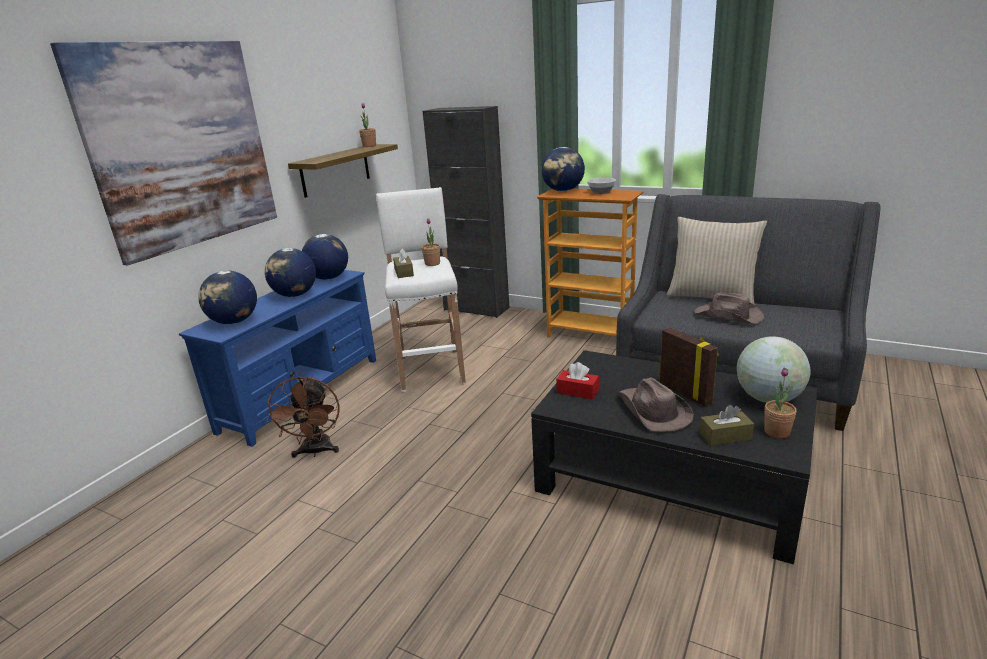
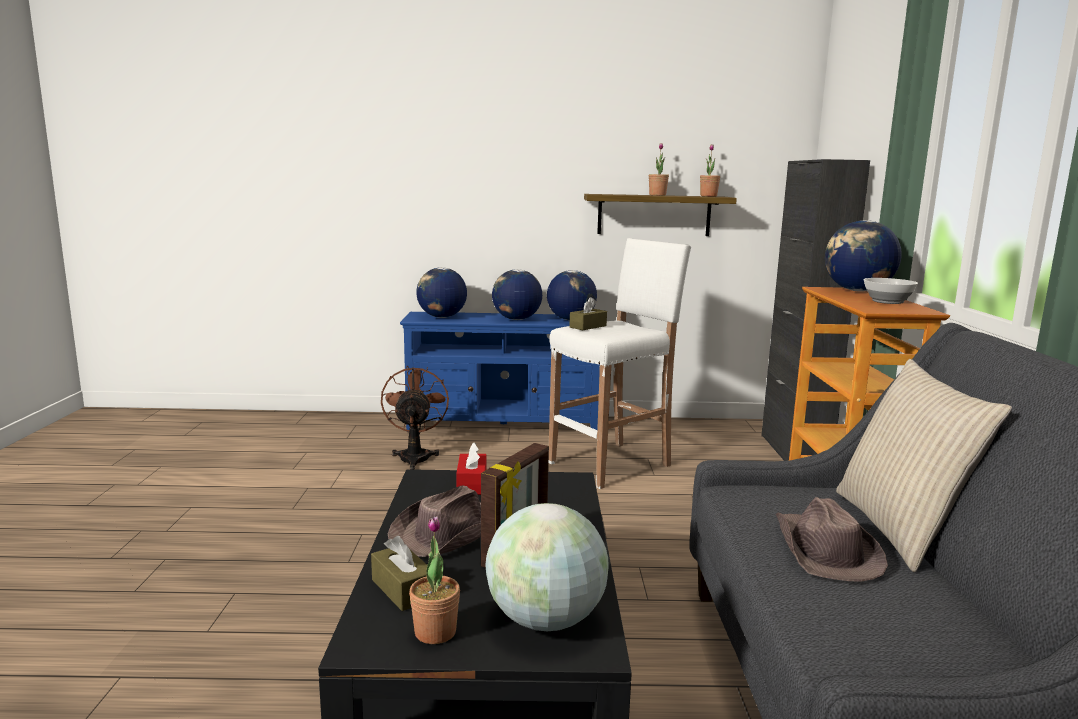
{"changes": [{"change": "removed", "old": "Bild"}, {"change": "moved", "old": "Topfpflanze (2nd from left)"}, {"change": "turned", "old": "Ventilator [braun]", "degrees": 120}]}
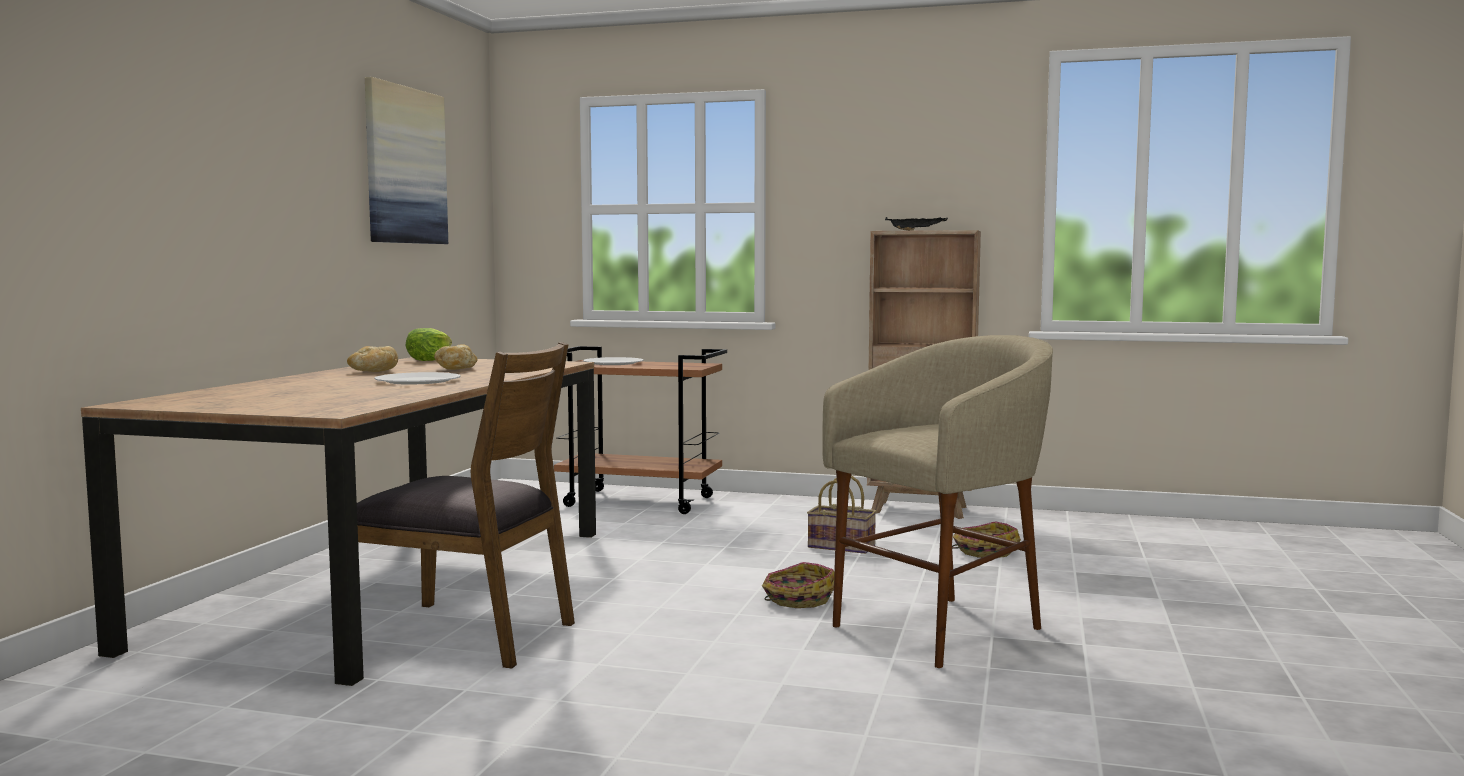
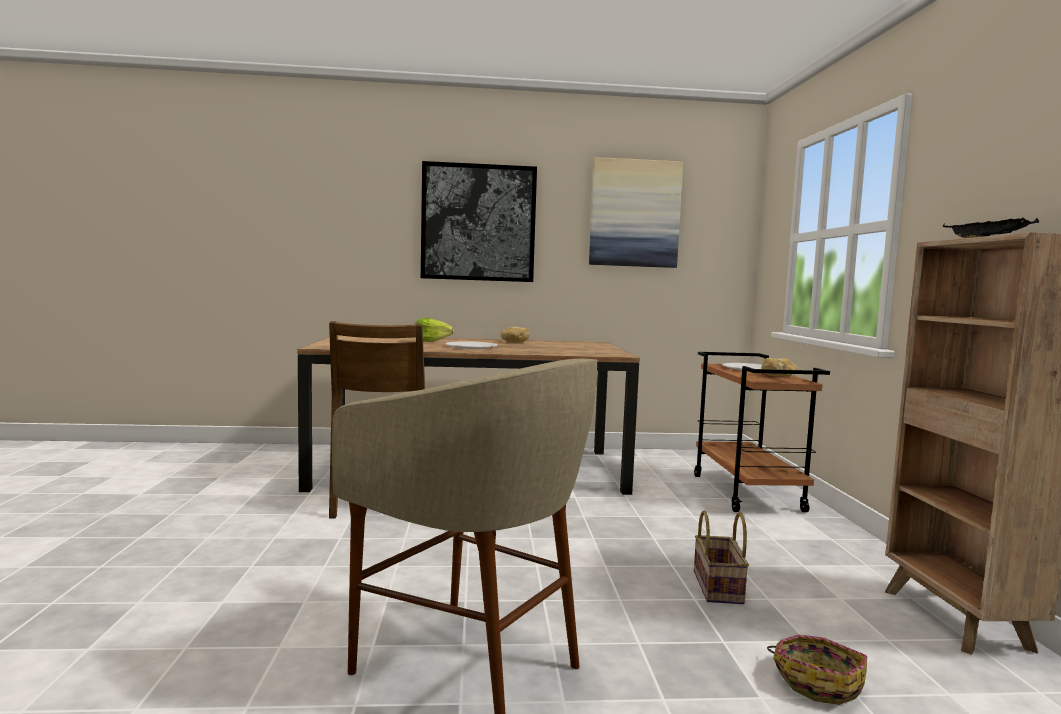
{"changes": [{"change": "moved", "old": "Salatkopf"}, {"change": "moved", "old": "Brot (2nd from left)"}, {"change": "removed", "old": "Korb (1st from left)"}, {"change": "added", "new": "Bild (1st from left)"}]}
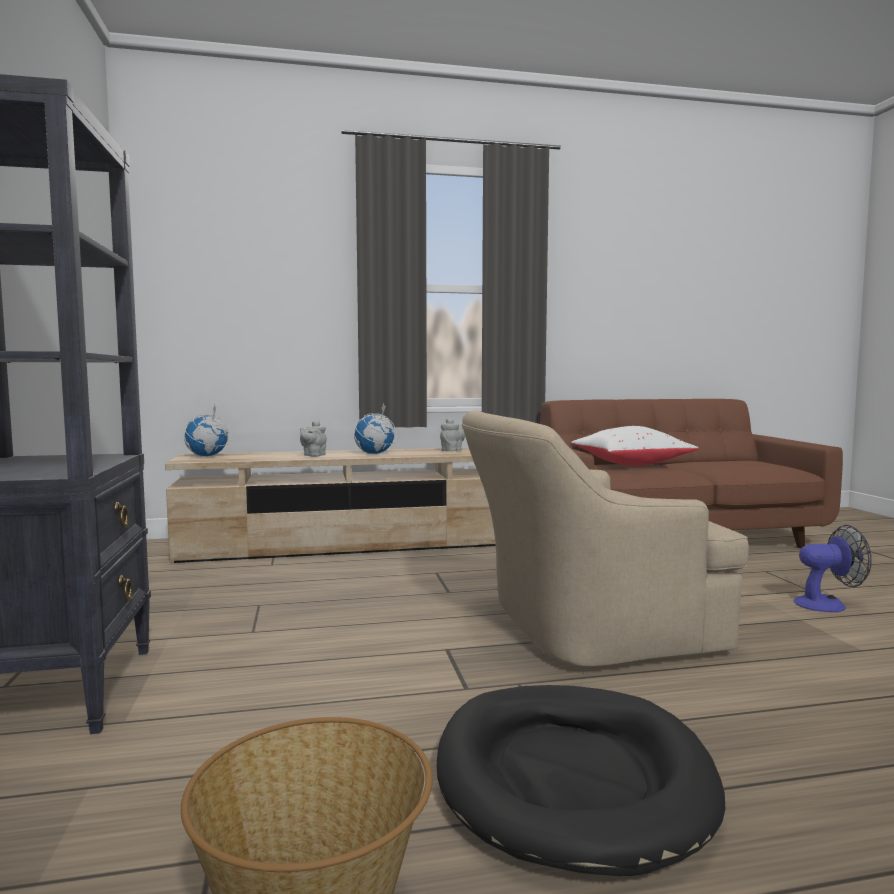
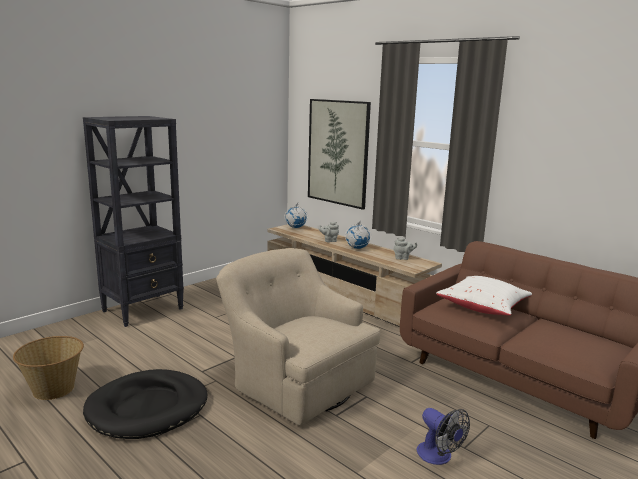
{"changes": [{"change": "added", "new": "Bild"}]}
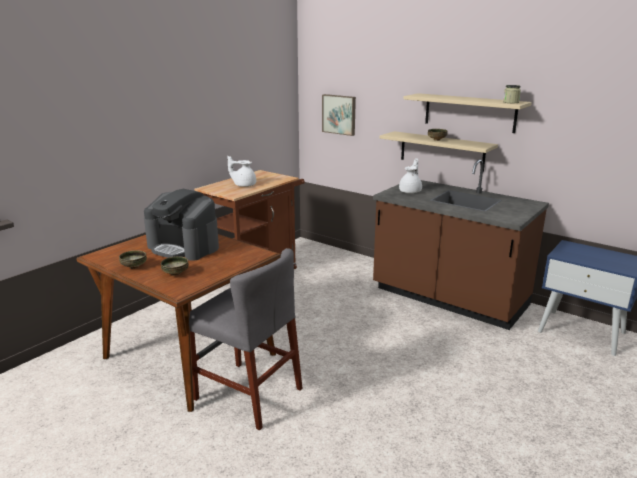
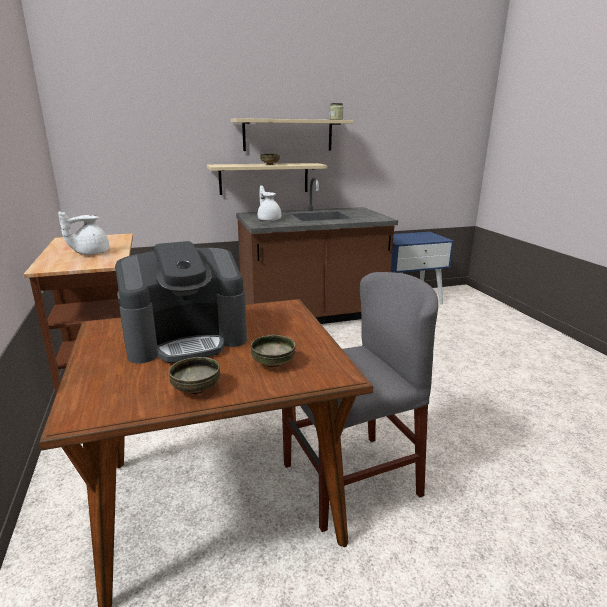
{"changes": [{"change": "removed", "old": "Bild"}]}
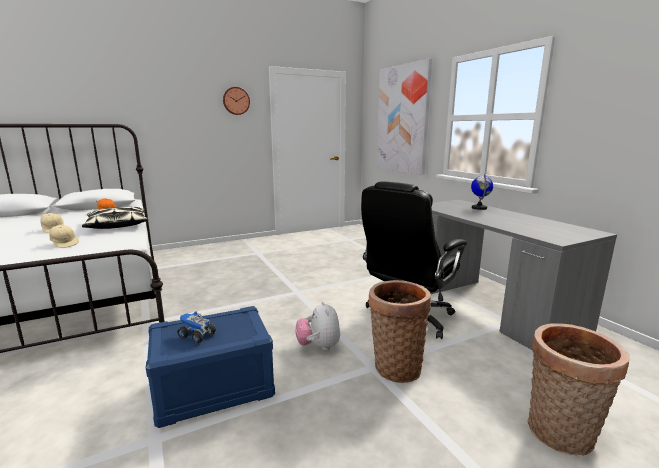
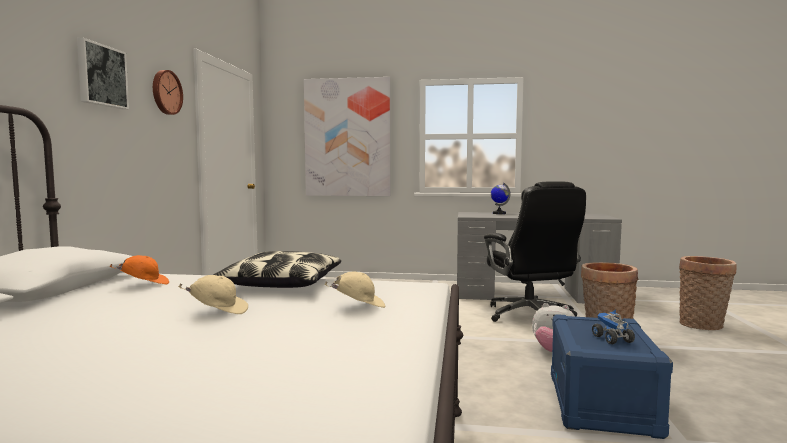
{"changes": [{"change": "turned", "old": "Spielzeuglaster", "degrees": 105}, {"change": "added", "new": "Bild (1st from left)"}]}
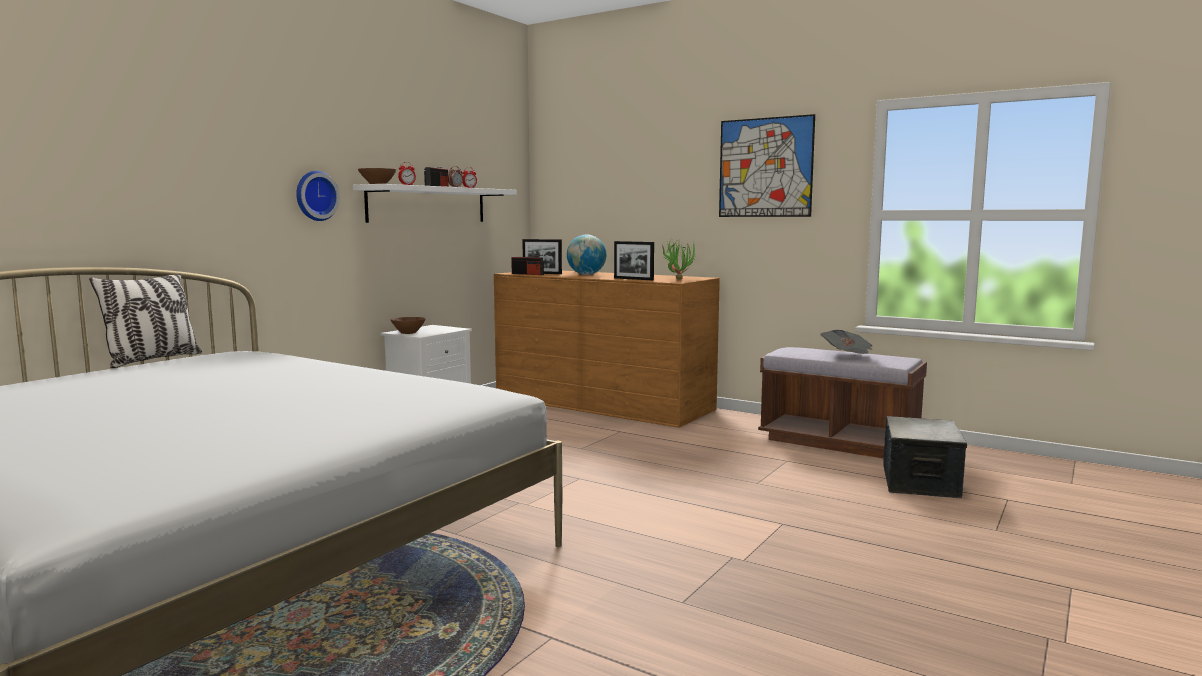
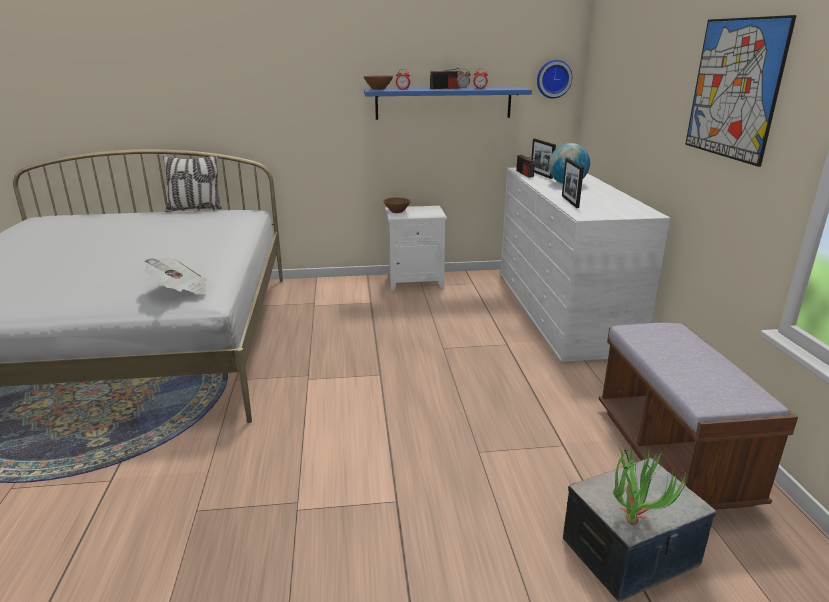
{"changes": [{"change": "moved", "old": "Wanduhr"}, {"change": "recoloured", "old": "Wandregal [weiß]", "new": "Wandregal [blau]"}, {"change": "moved", "old": "Topfpflanze"}, {"change": "recoloured", "old": "Kommode [braun]", "new": "Kommode [weiß]"}, {"change": "moved", "old": "Zeitung"}]}
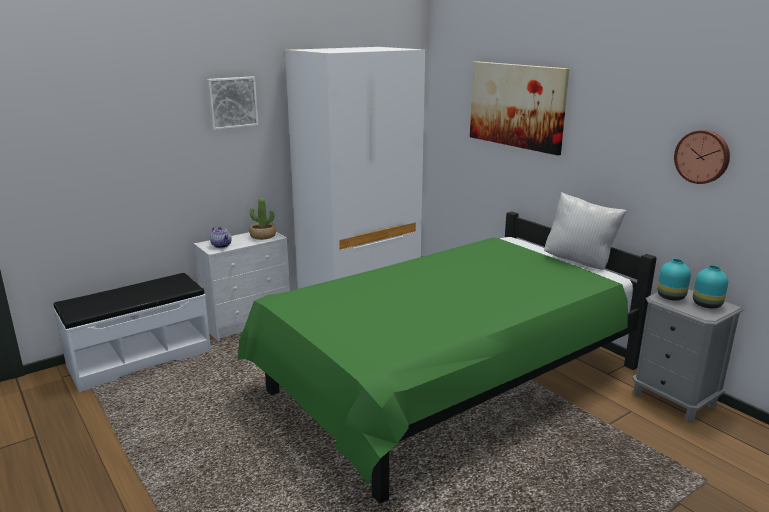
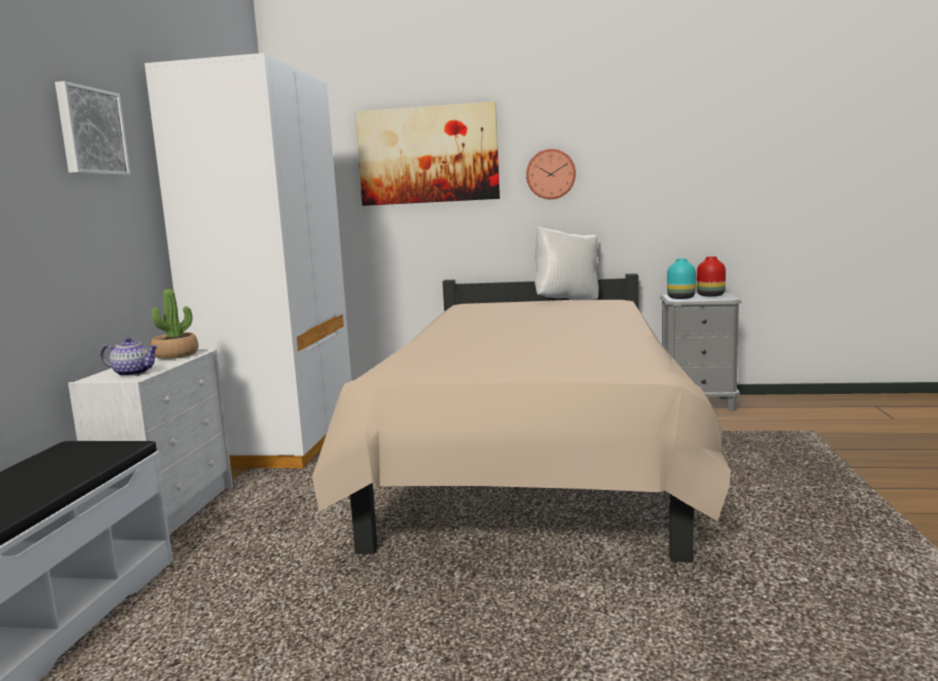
{"changes": [{"change": "moved", "old": "Wanduhr"}, {"change": "recoloured", "old": "Bett [grün]", "new": "Bett [beige]"}, {"change": "recoloured", "old": "Vase [türkis] (2nd from left)", "new": "Vase [rot]"}]}
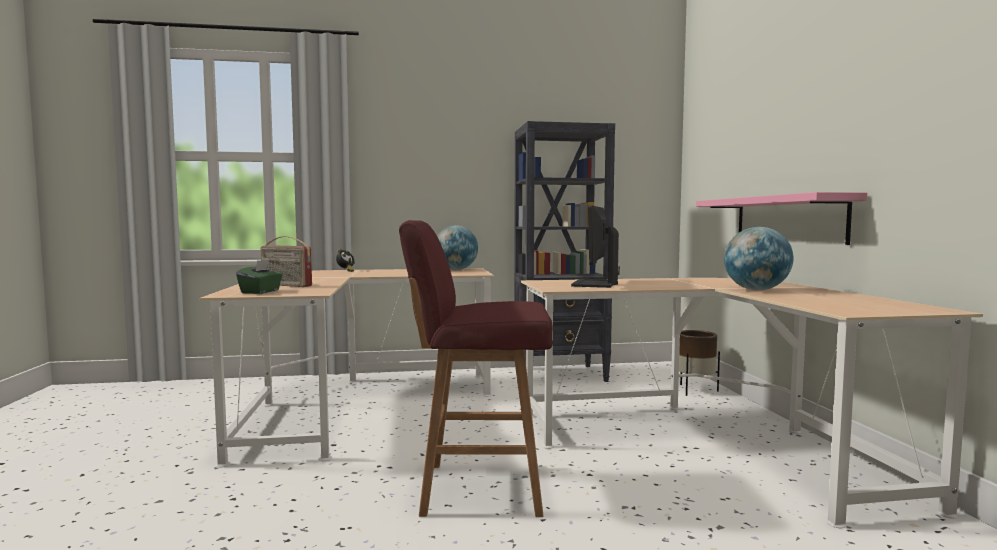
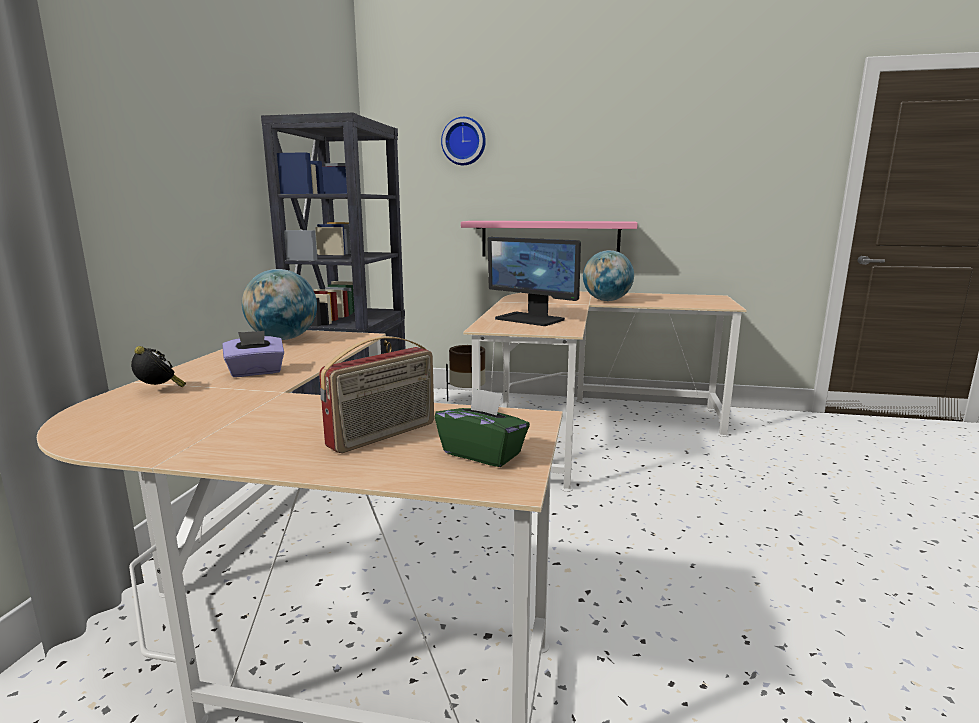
{"changes": [{"change": "removed", "old": "Hocker [rot]"}, {"change": "added", "new": "Wanduhr"}, {"change": "added", "new": "Taschentuchbox [lila]"}]}
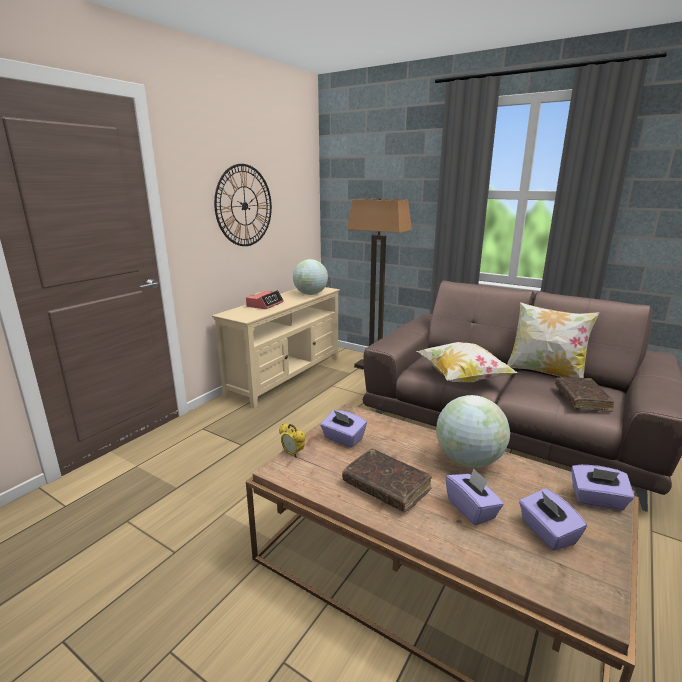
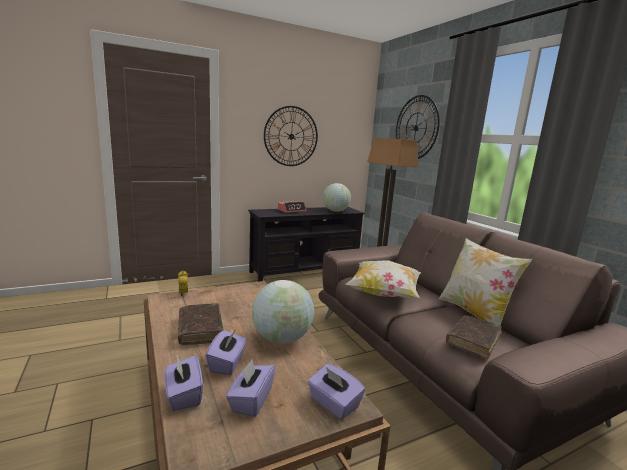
{"changes": [{"change": "recoloured", "old": "Fernsehschrank [beige]", "new": "Fernsehschrank [schwarz]"}, {"change": "moved", "old": "Taschentuchbox [lila] (1st from left)"}, {"change": "added", "new": "Wanduhr (2nd from left)"}]}
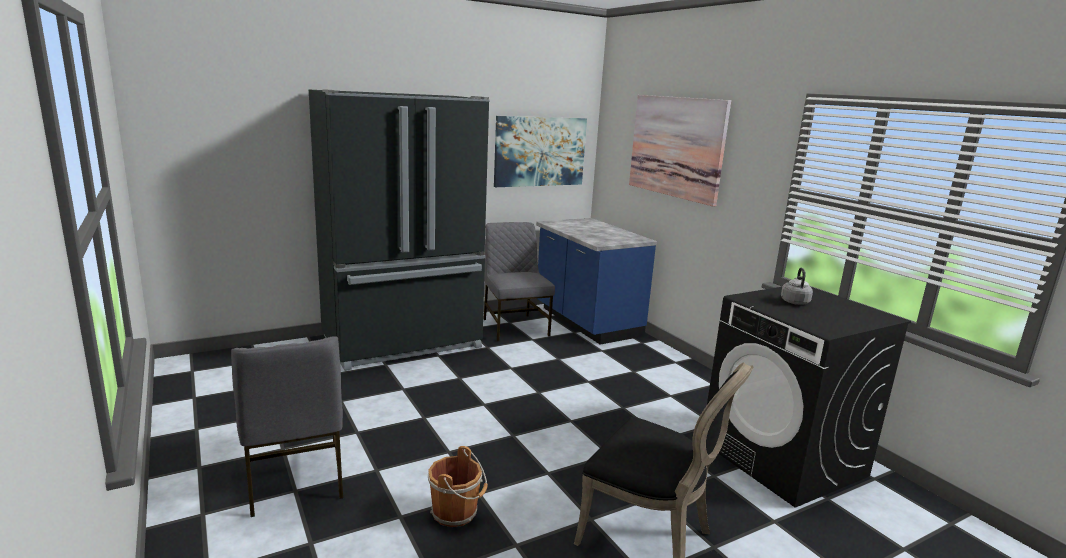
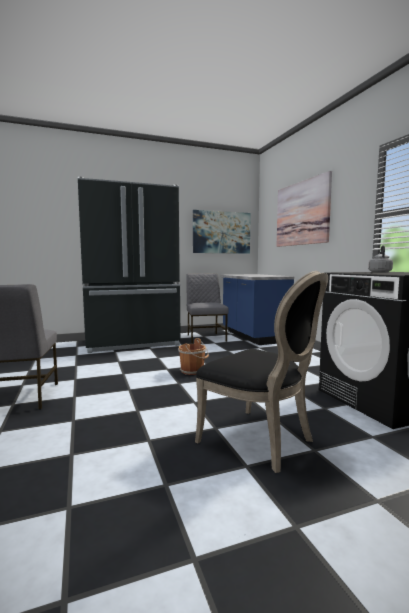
{"changes": [{"change": "moved", "old": "Eimer [braun]"}]}
